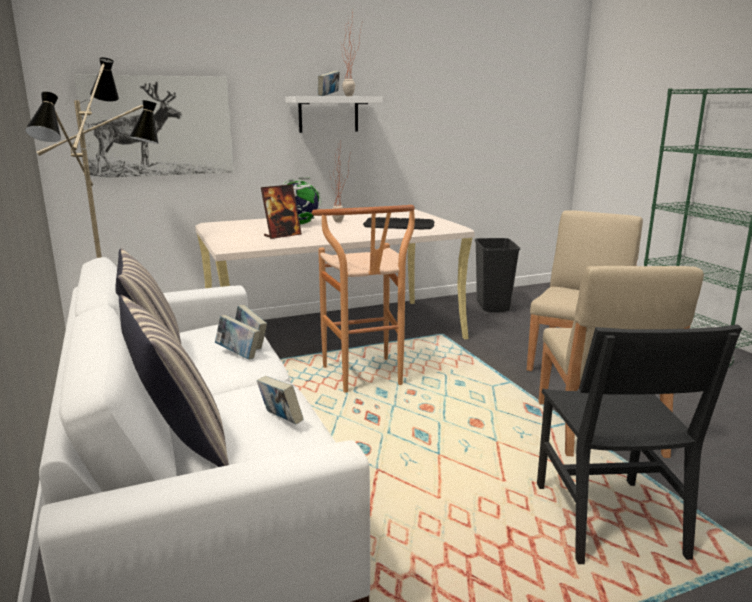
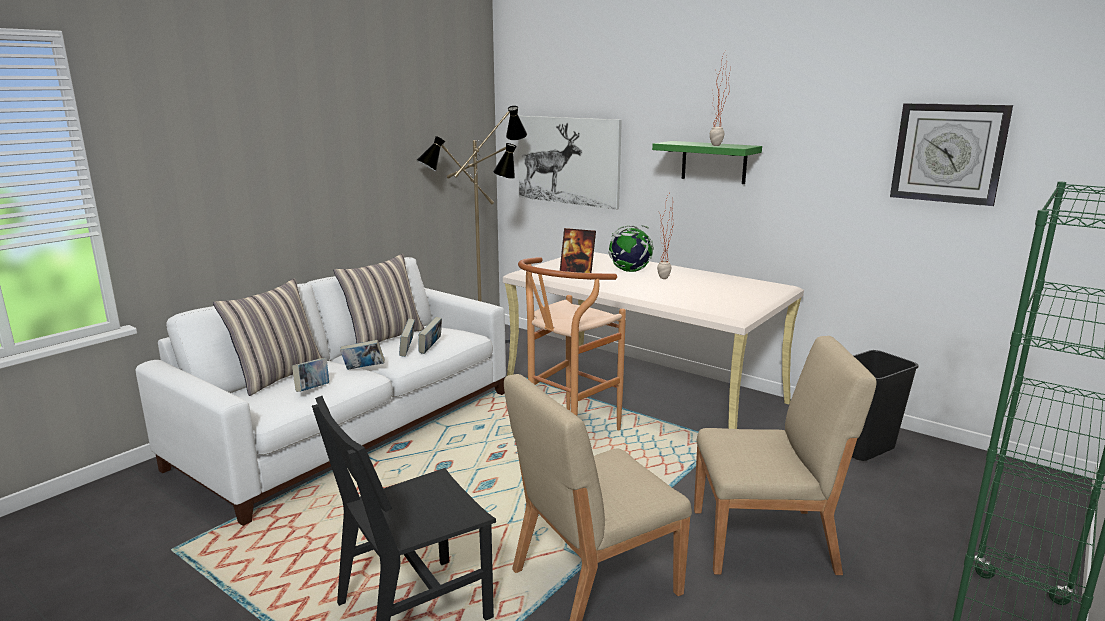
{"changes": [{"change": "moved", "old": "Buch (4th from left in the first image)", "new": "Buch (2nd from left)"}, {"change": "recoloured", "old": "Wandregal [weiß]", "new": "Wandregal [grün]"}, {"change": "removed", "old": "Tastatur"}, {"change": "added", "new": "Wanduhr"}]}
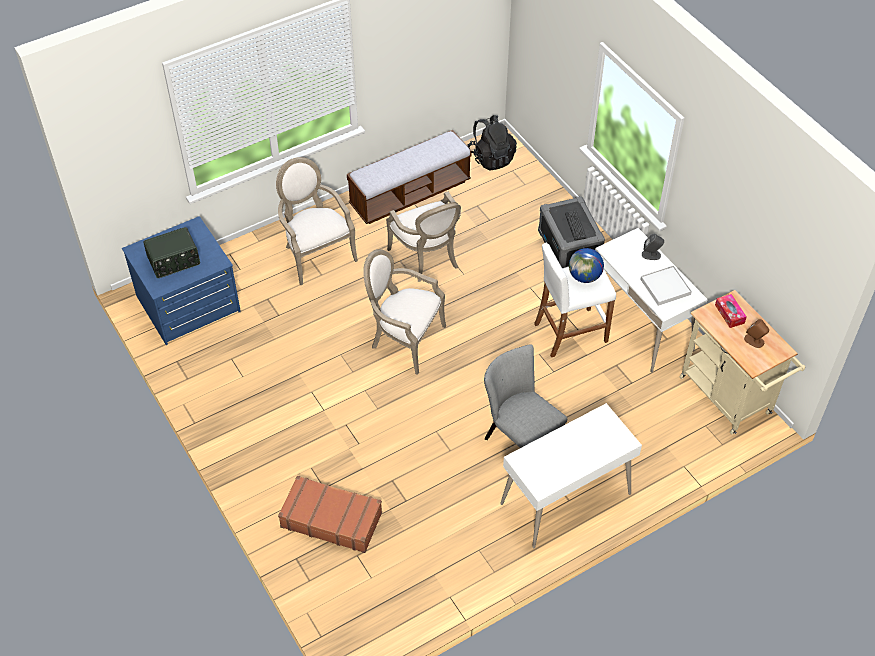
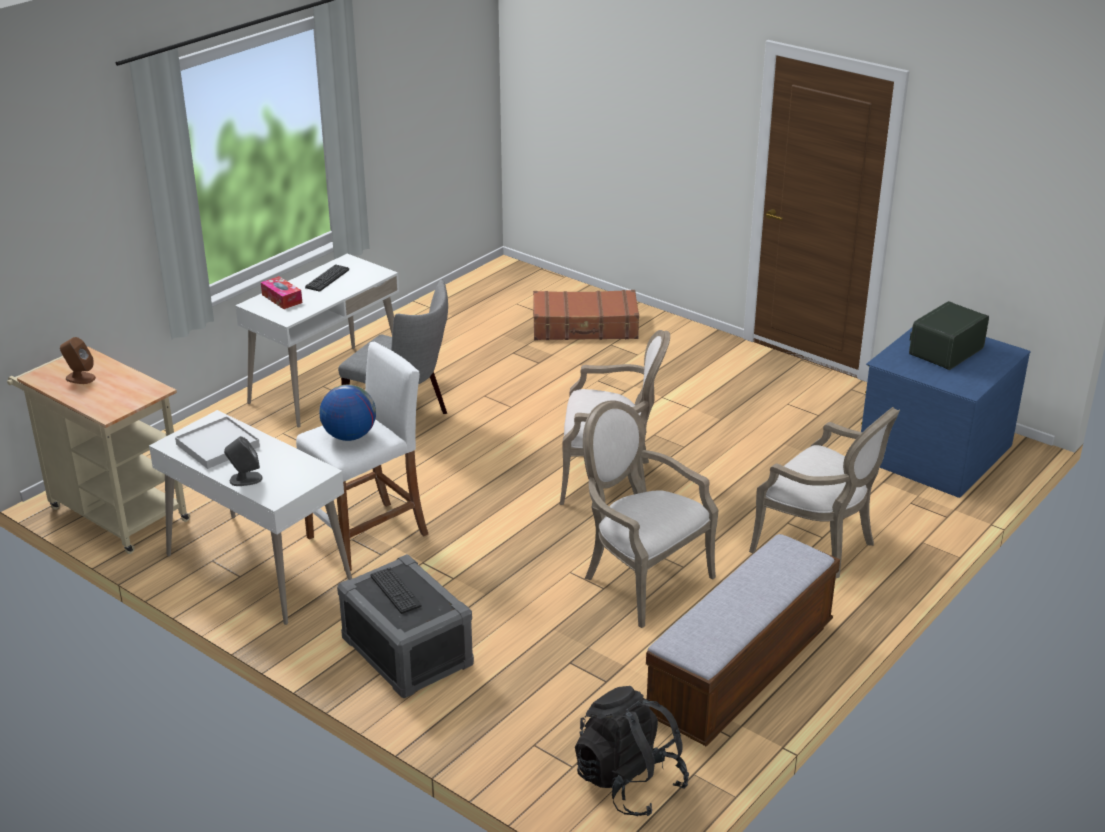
{"changes": [{"change": "moved", "old": "Taschentuchbox"}, {"change": "added", "new": "Tastatur (1st from left)"}]}
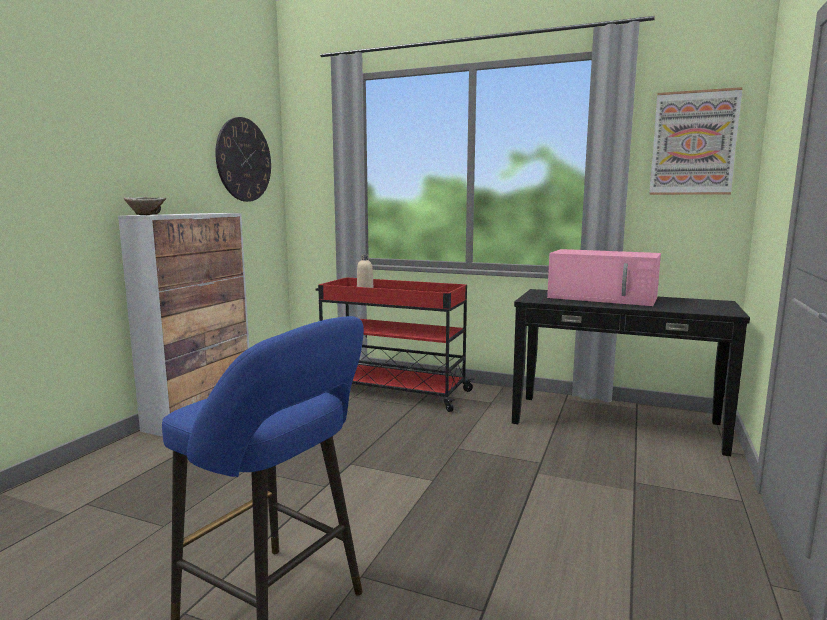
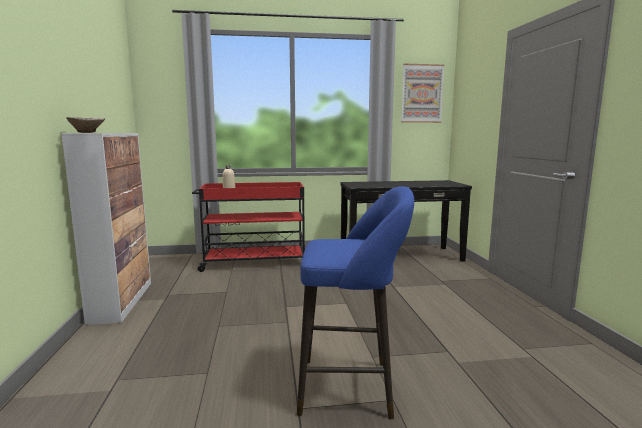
{"changes": [{"change": "removed", "old": "Wanduhr"}, {"change": "removed", "old": "Mikrowelle [rosa]"}]}
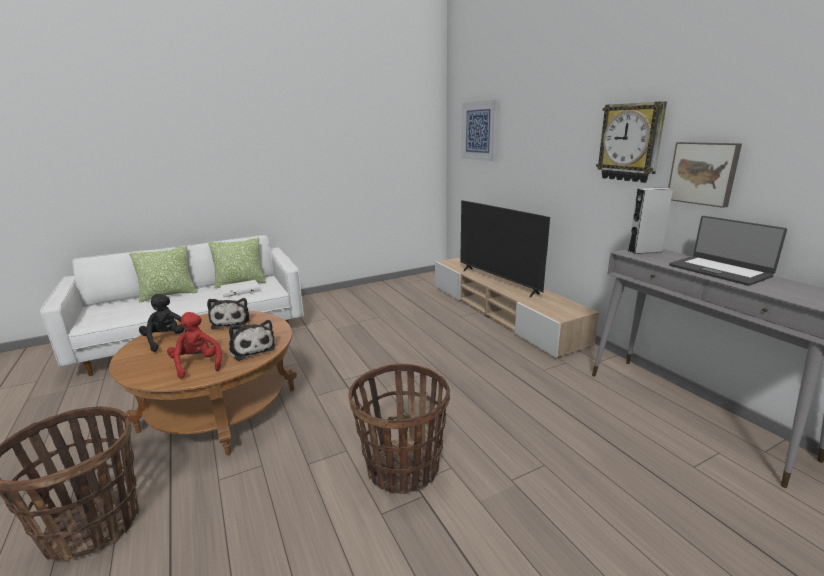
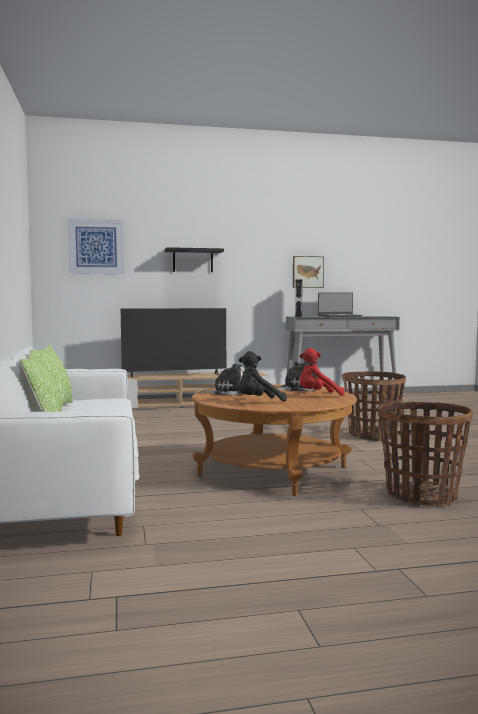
{"changes": [{"change": "removed", "old": "Wanduhr"}, {"change": "removed", "old": "Buch [weiß]"}, {"change": "added", "new": "Wandregal [schwarz]"}]}
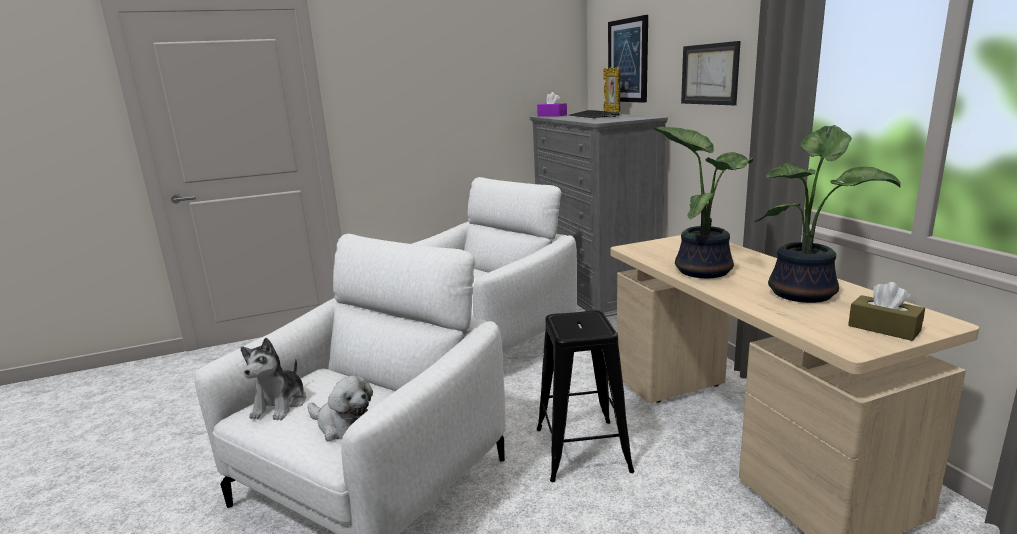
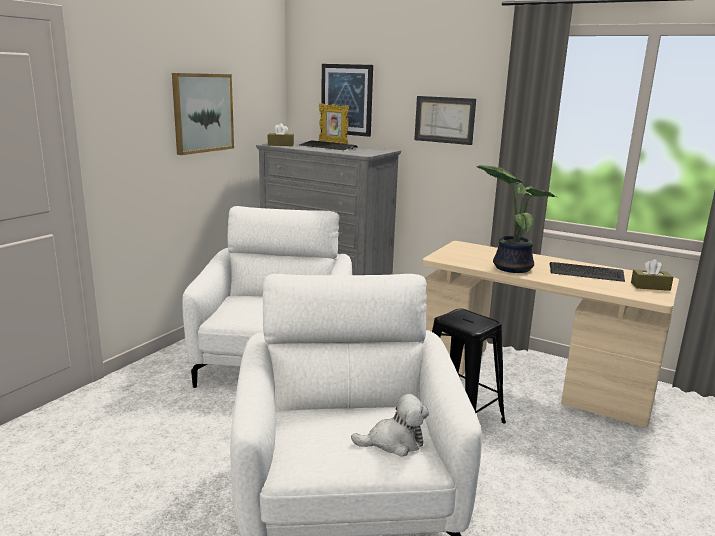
{"changes": [{"change": "recoloured", "old": "Taschentuchbox [lila]", "new": "Taschentuchbox [braun] (1st from left)"}, {"change": "replaced", "old": "Topfpflanze (2nd from left)", "new": "Tastatur (2nd from left)"}, {"change": "removed", "old": "Plüschtier (1st from left)"}, {"change": "added", "new": "Bild (1st from left)"}]}
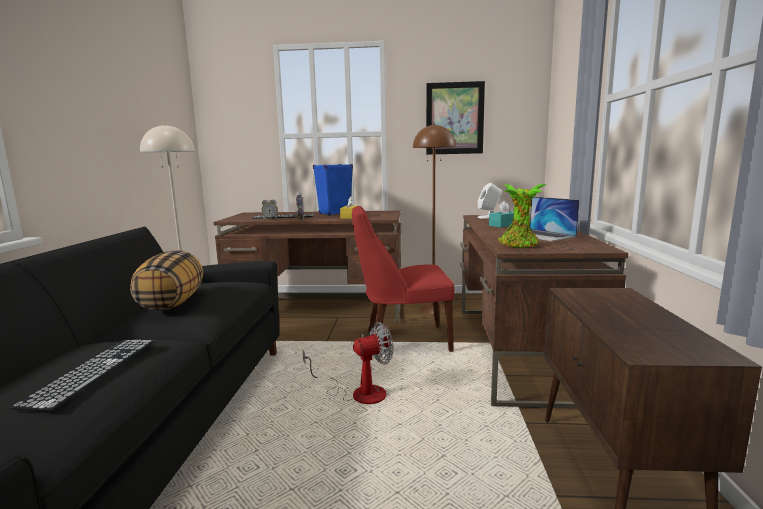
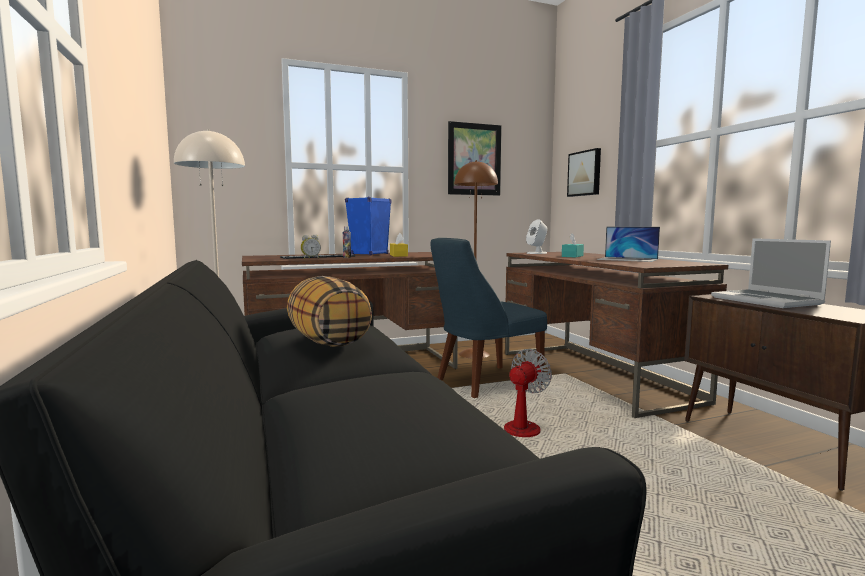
{"changes": [{"change": "removed", "old": "Topfpflanze"}, {"change": "recoloured", "old": "Stuhl [rot]", "new": "Stuhl [blau]"}, {"change": "removed", "old": "Tastatur (1st from left)"}, {"change": "added", "new": "Bild (2nd from left)"}, {"change": "added", "new": "Laptop (2nd from left)"}]}
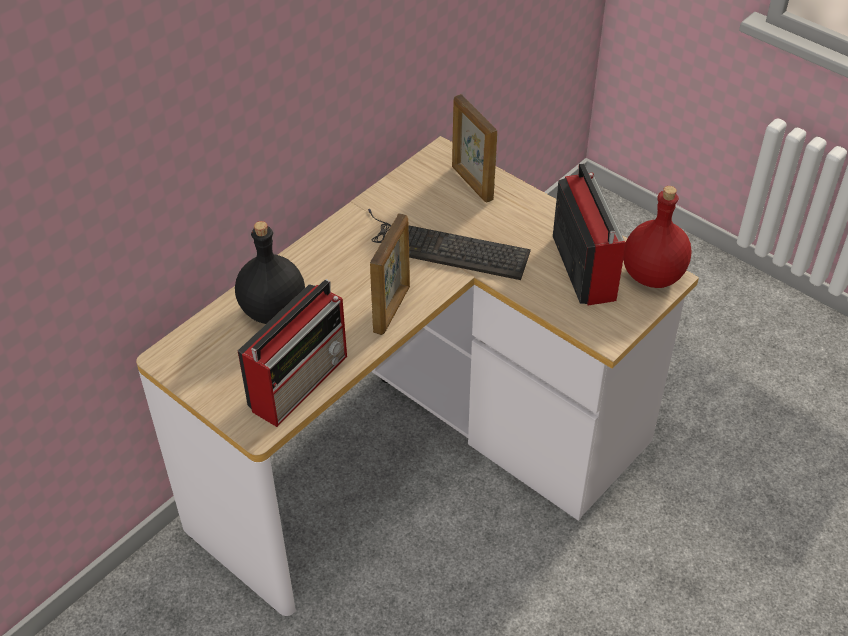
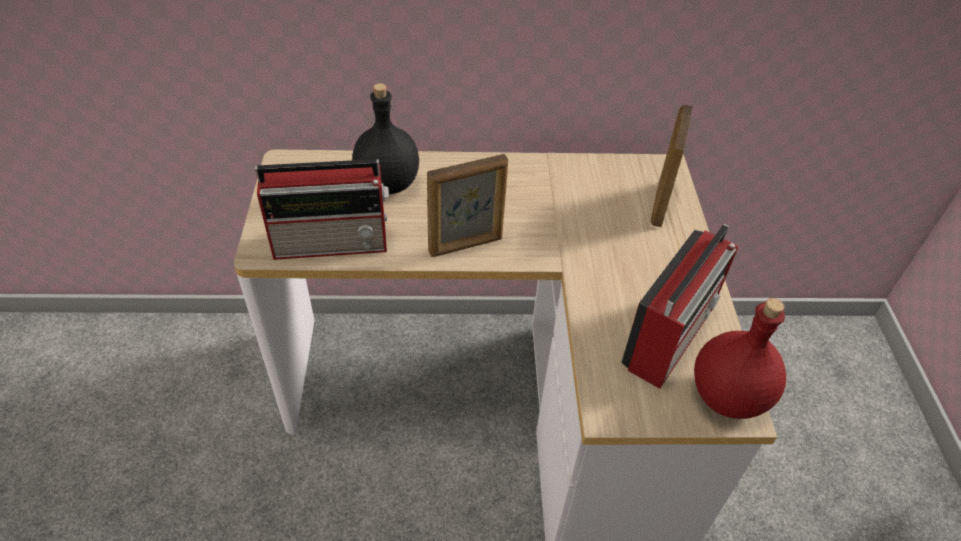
{"changes": [{"change": "removed", "old": "Tastatur"}]}
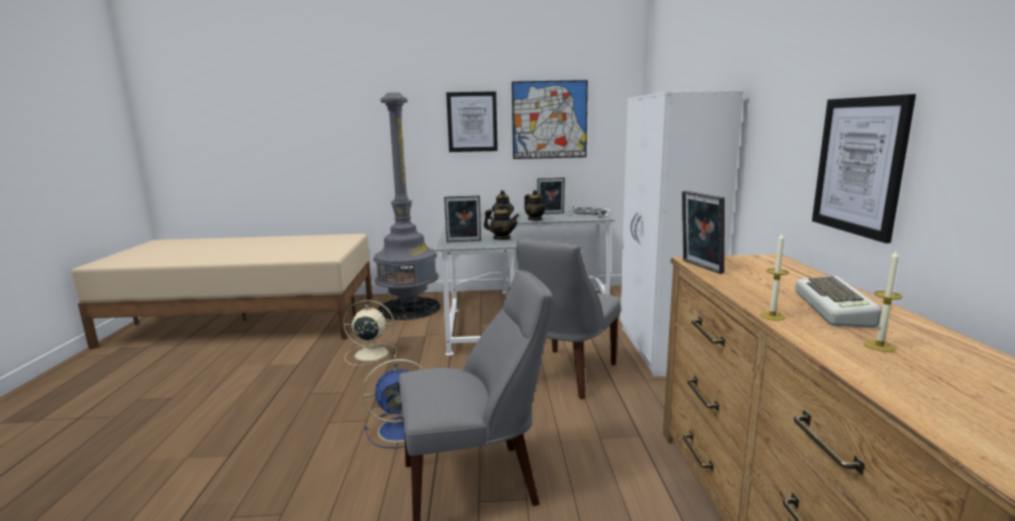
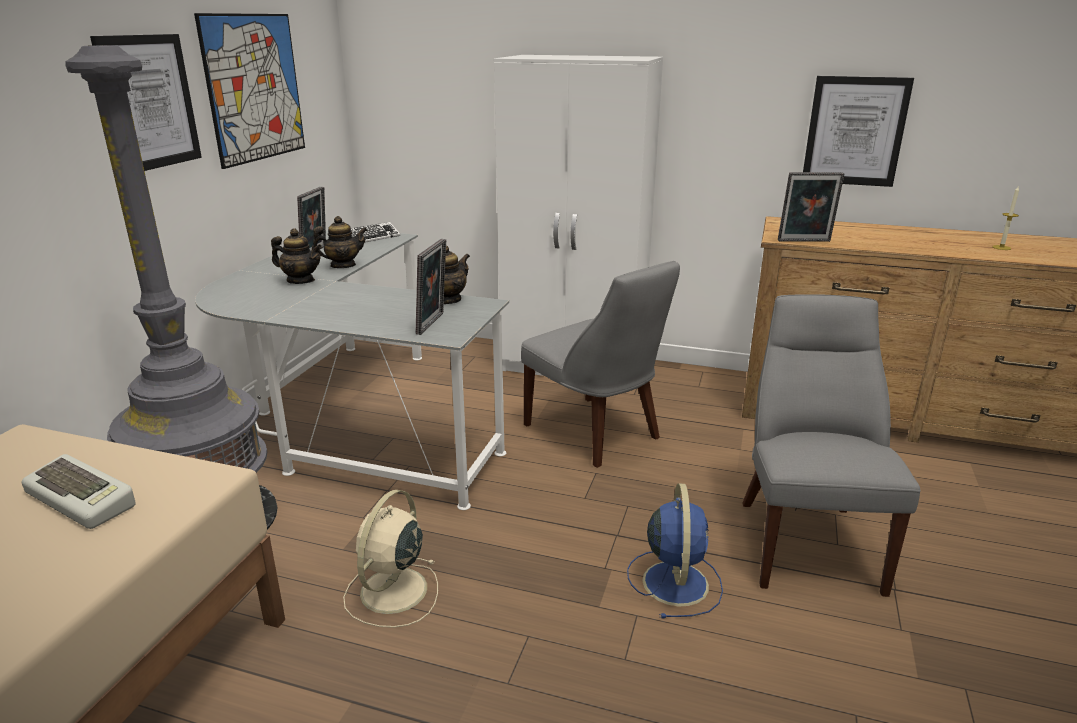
{"changes": [{"change": "removed", "old": "Kerze (1st from left)"}, {"change": "moved", "old": "Tastatur (2nd from left in the first image)", "new": "Tastatur (1st from left)"}]}
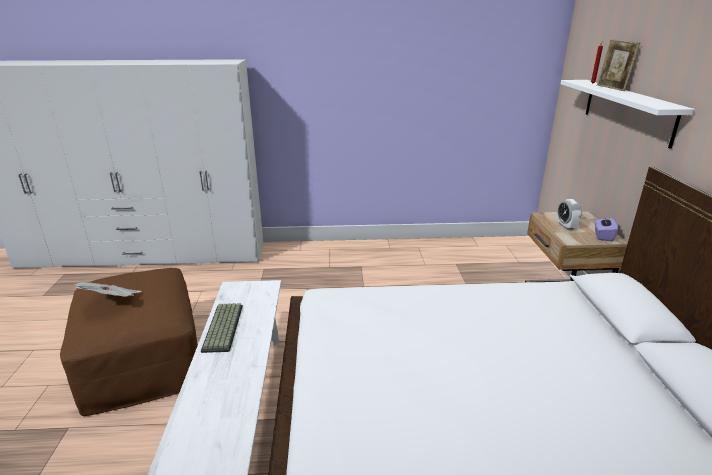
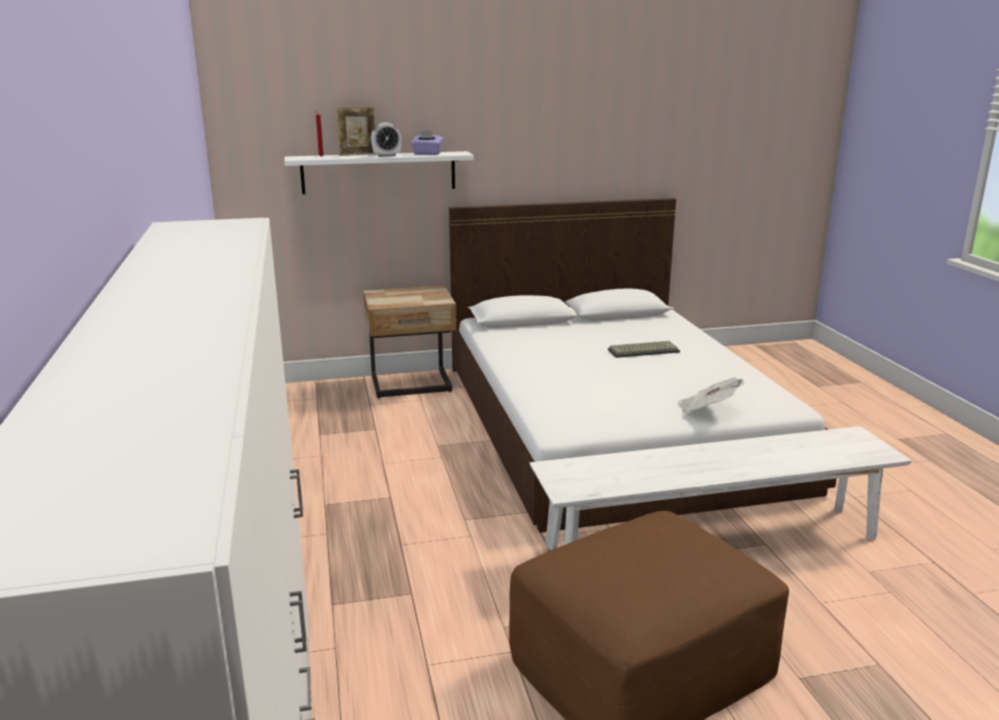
{"changes": [{"change": "moved", "old": "Wecker"}, {"change": "moved", "old": "Taschentuchbox [lila]"}, {"change": "moved", "old": "Zeitung"}, {"change": "moved", "old": "Tastatur"}]}
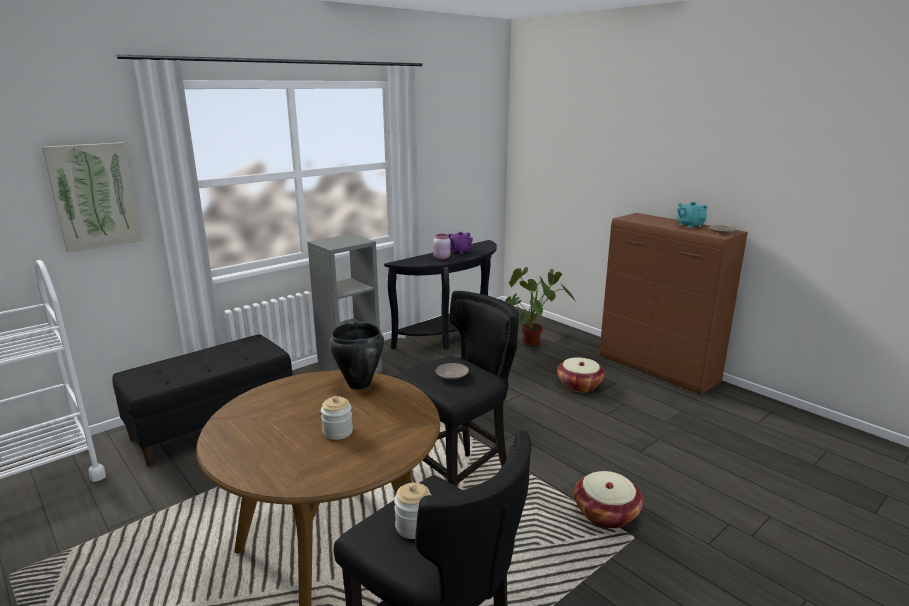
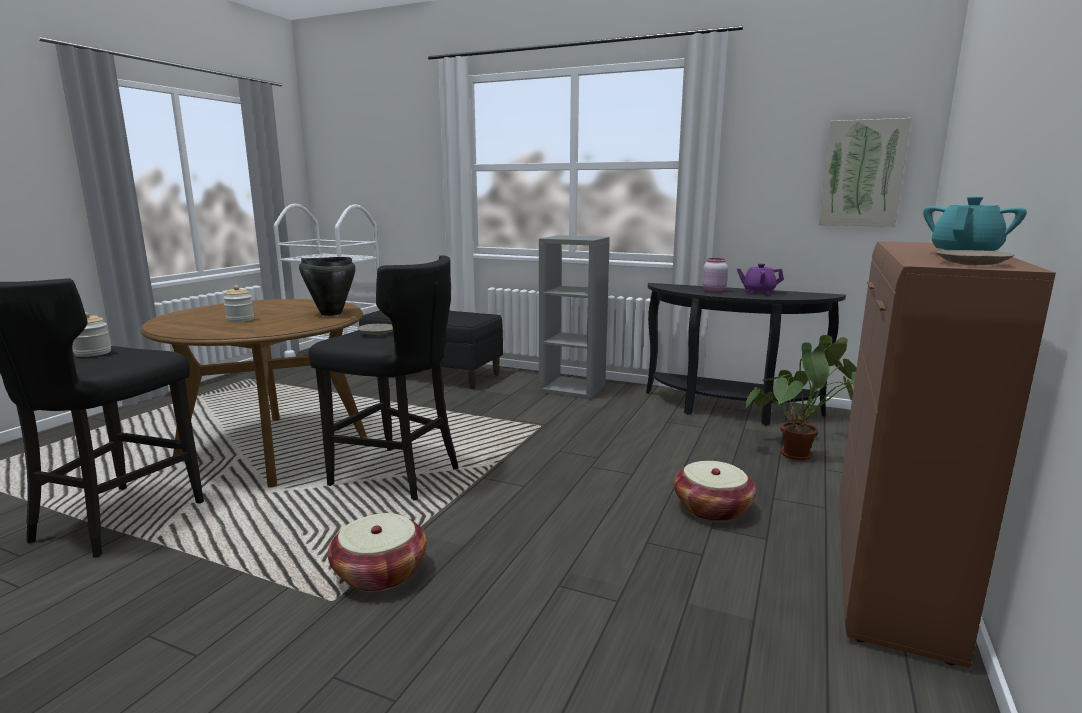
{"changes": [{"change": "moved", "old": "Bild"}]}
